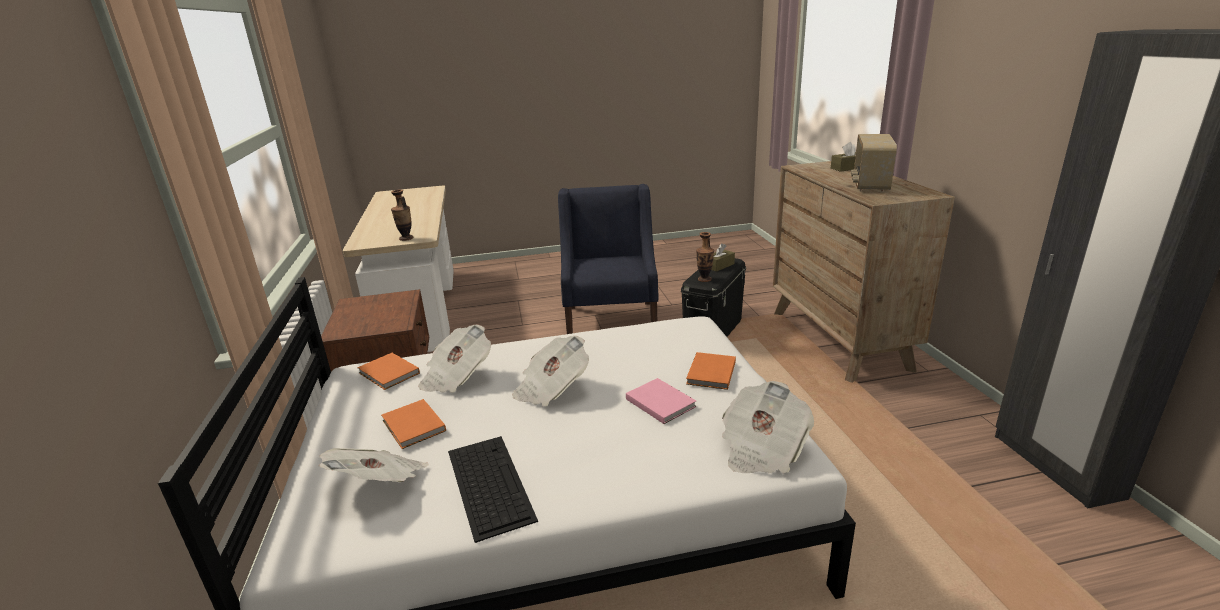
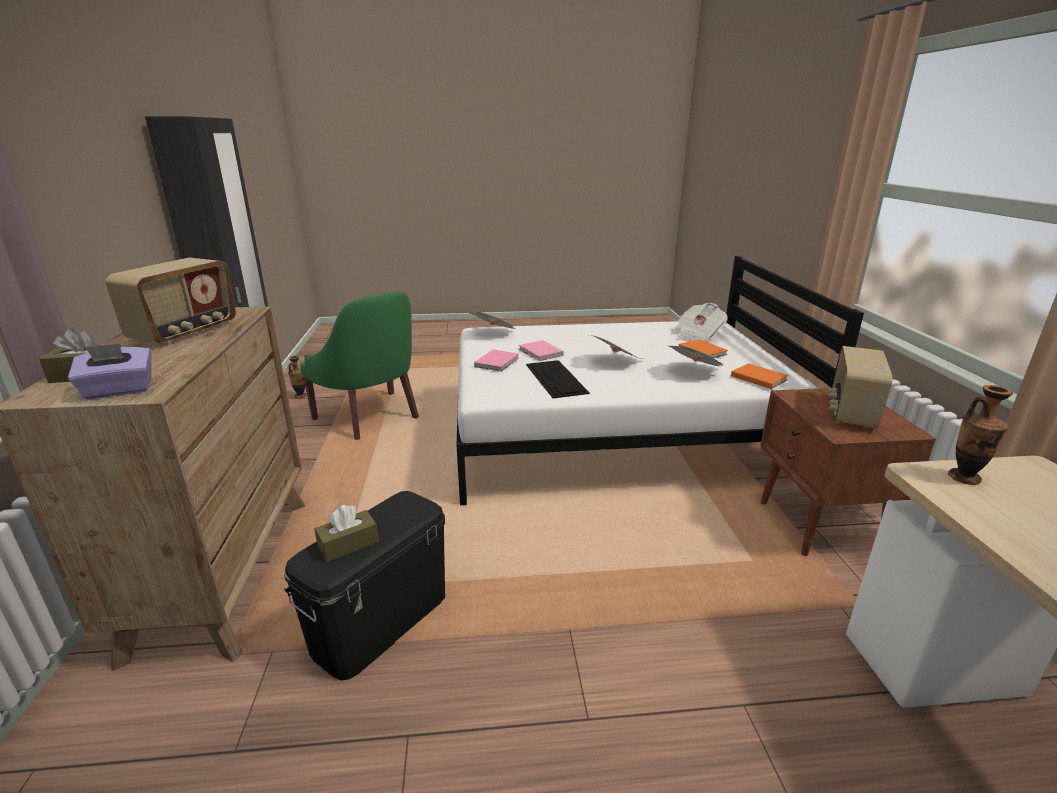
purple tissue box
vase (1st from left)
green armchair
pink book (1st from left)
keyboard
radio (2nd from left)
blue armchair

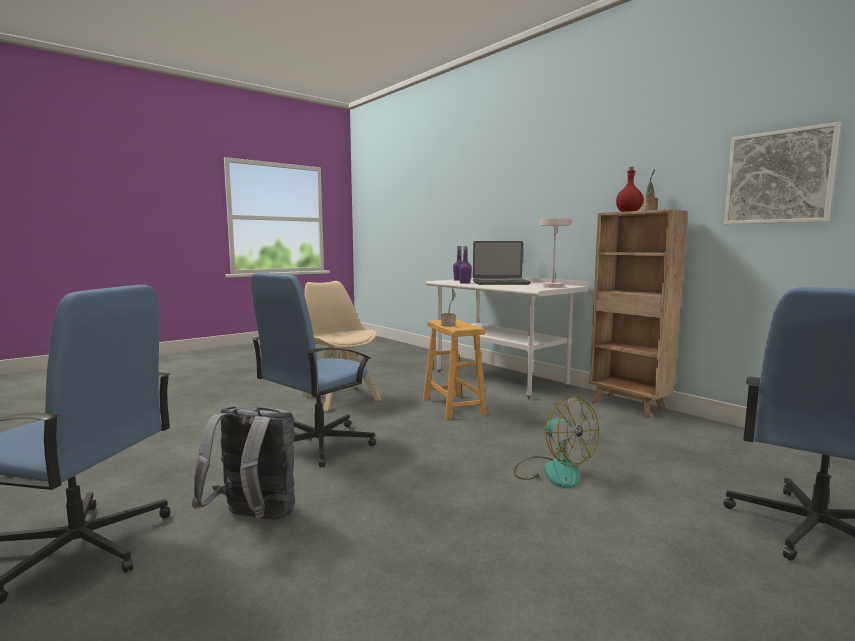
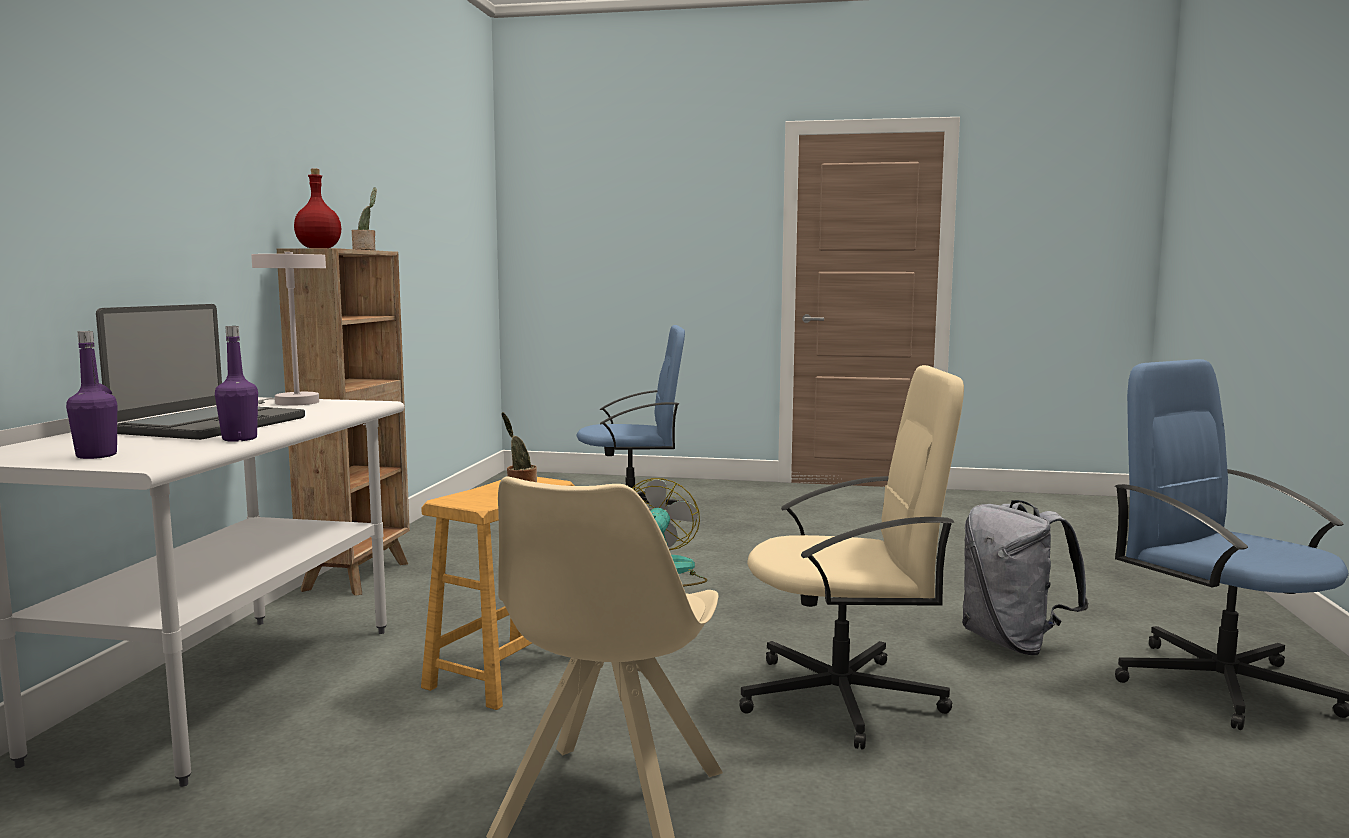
laptop
beige office chair
picture

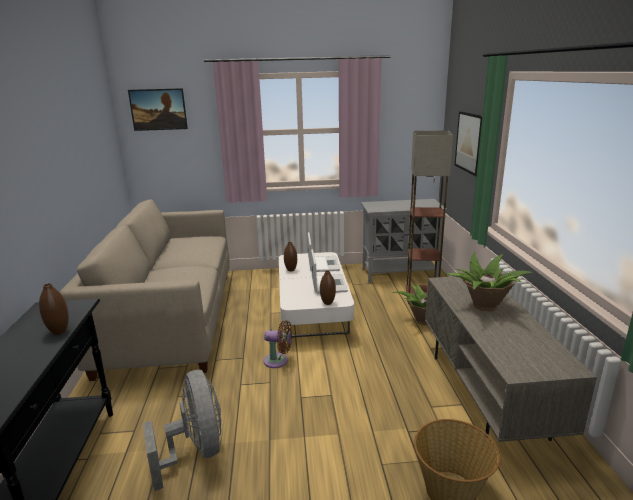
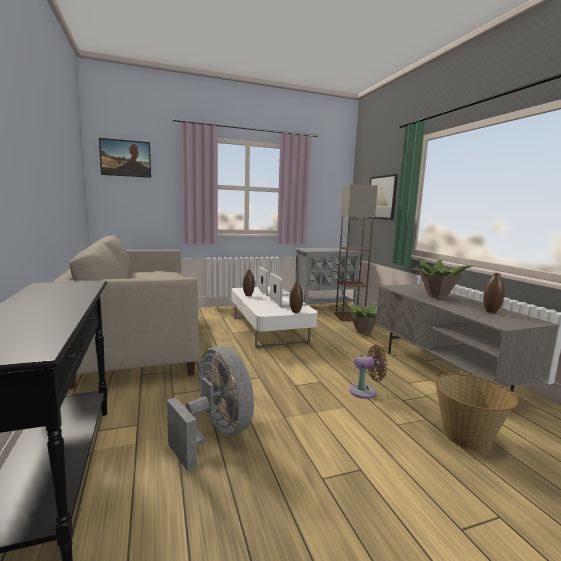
brown fan
brown vase (3rd from left)

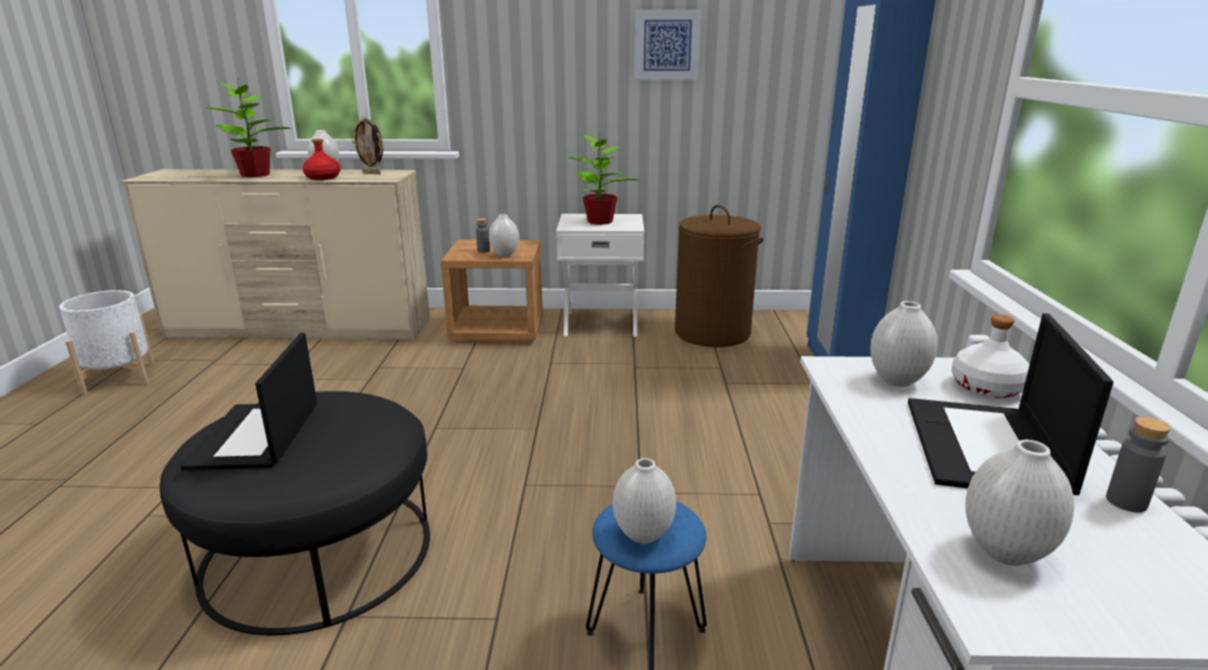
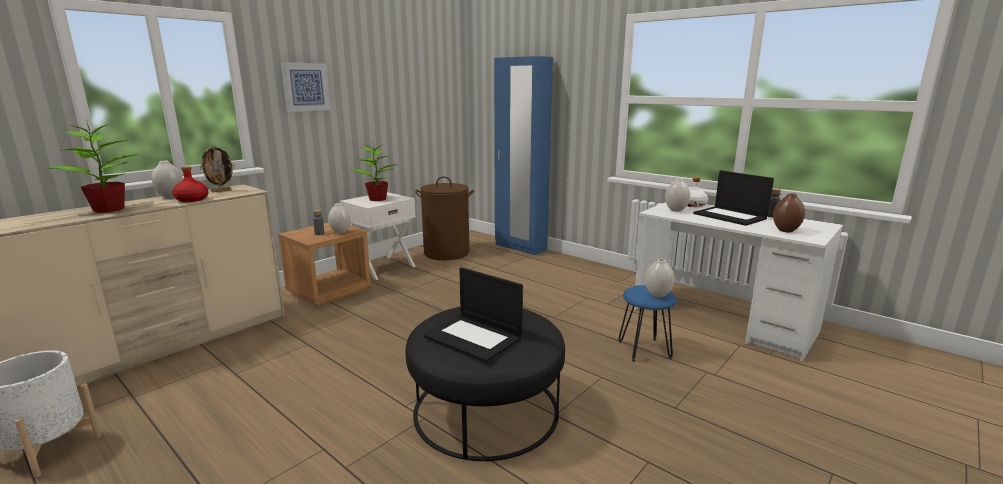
picture
brown vase

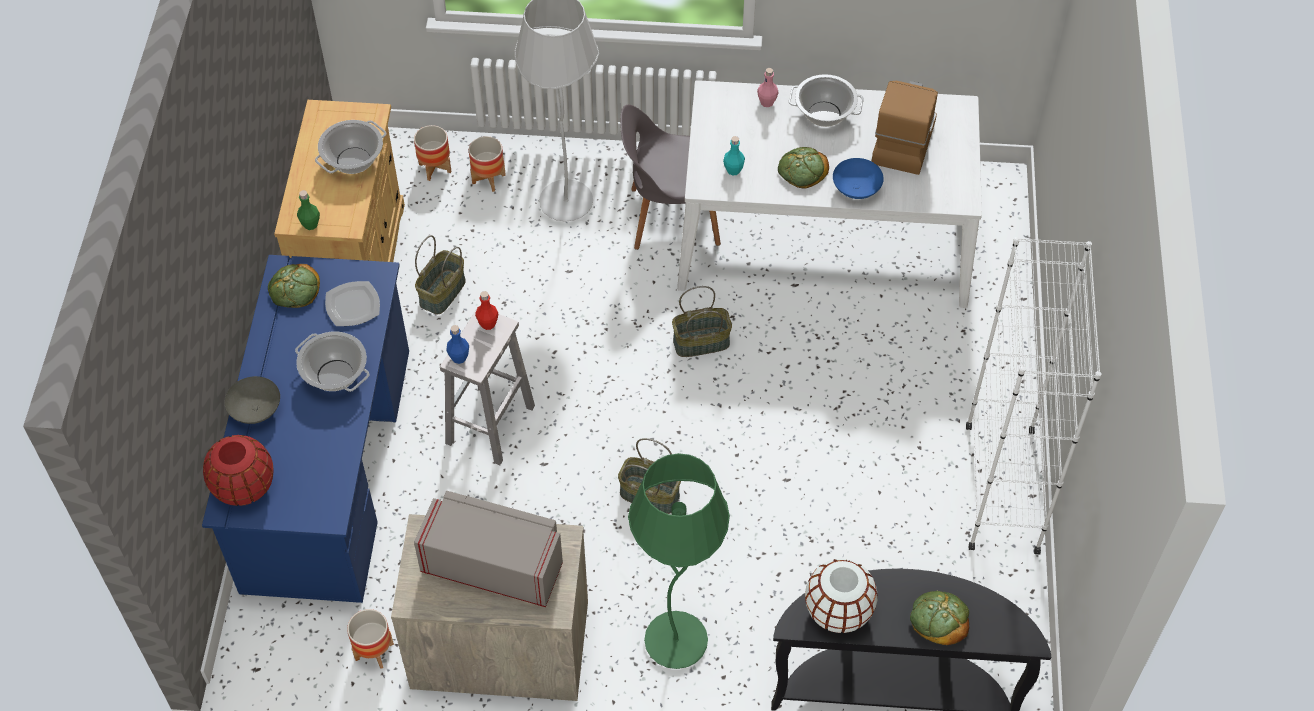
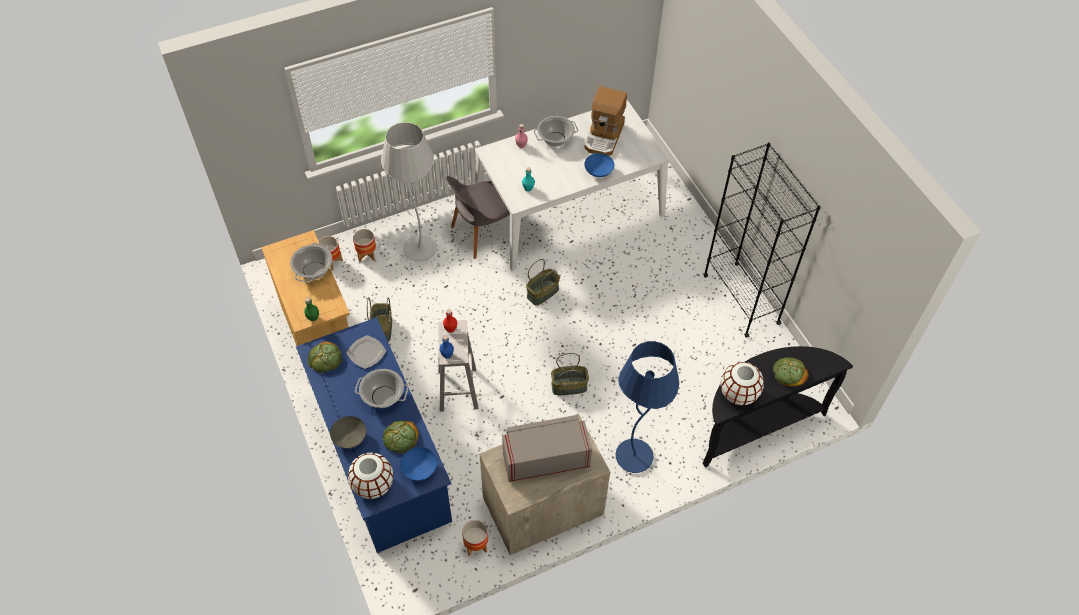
white vase (1st from left)
bread (2nd from left)
blue bowl (1st from left)
coffee machine
blue floor lamp
black bookcase

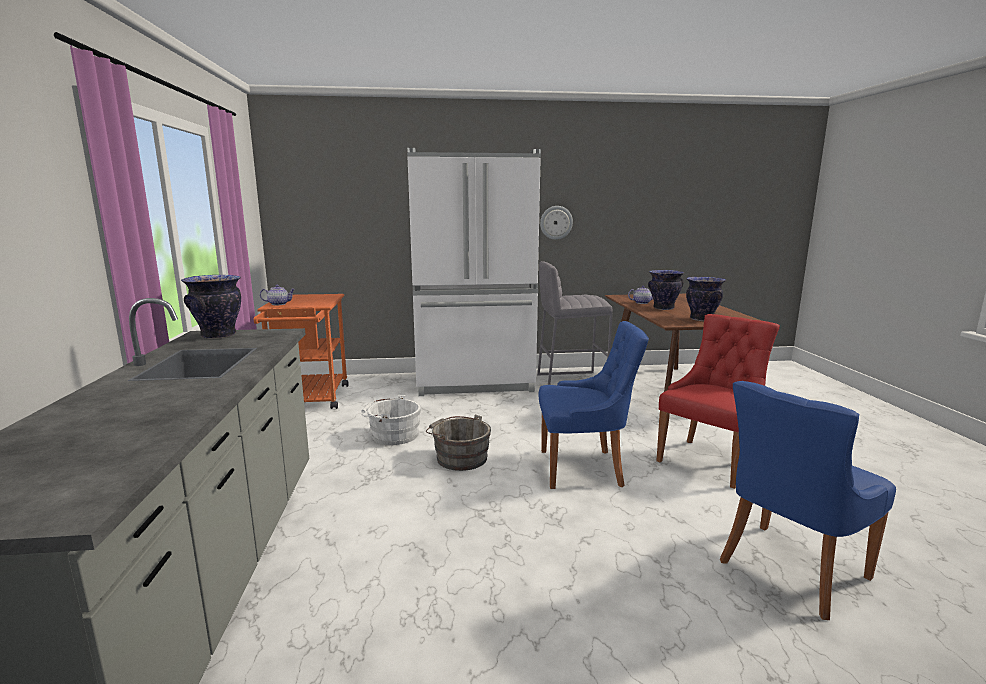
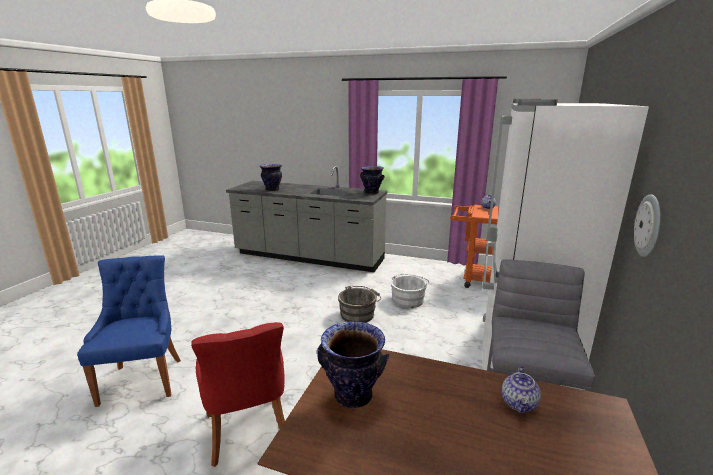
vase (1st from left)
blue chair (1st from left in the first image)

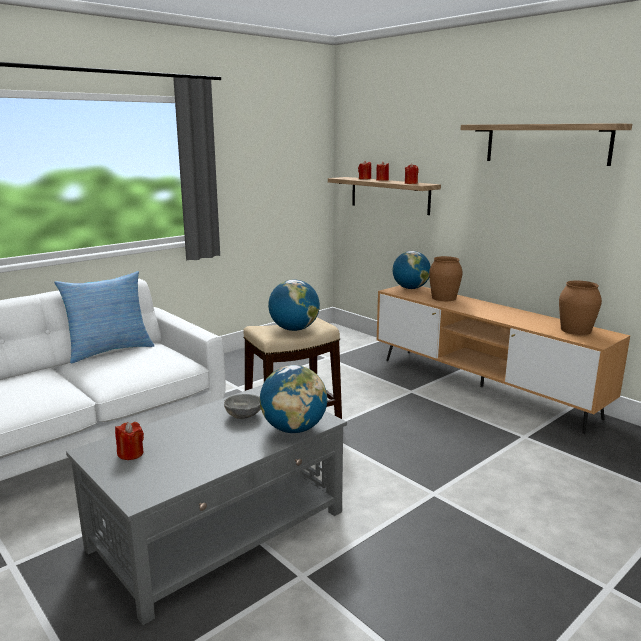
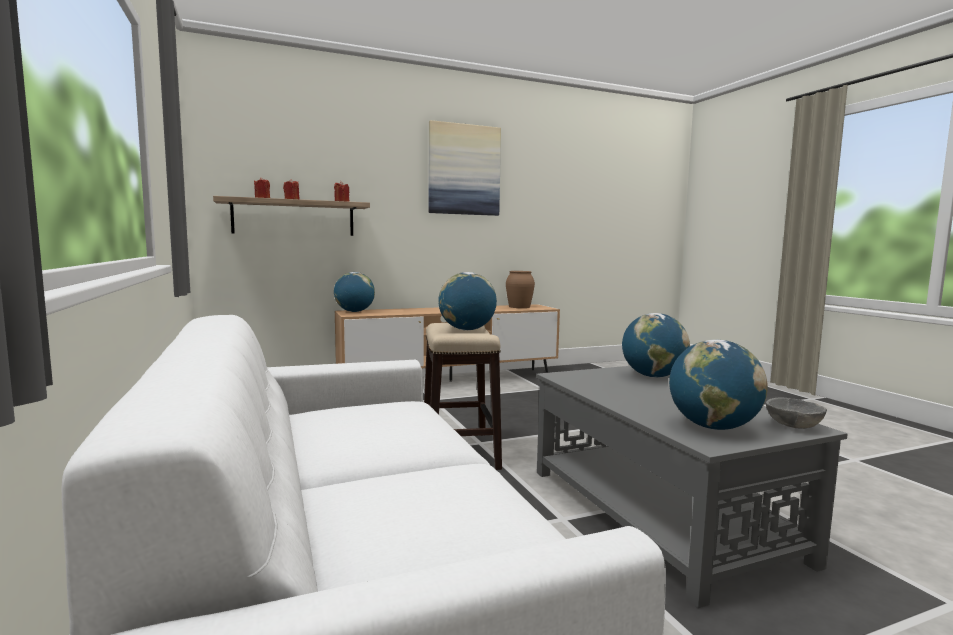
picture
globe (4th from left)
grey bowl
pillow
brown vase (1st from left in the first image)

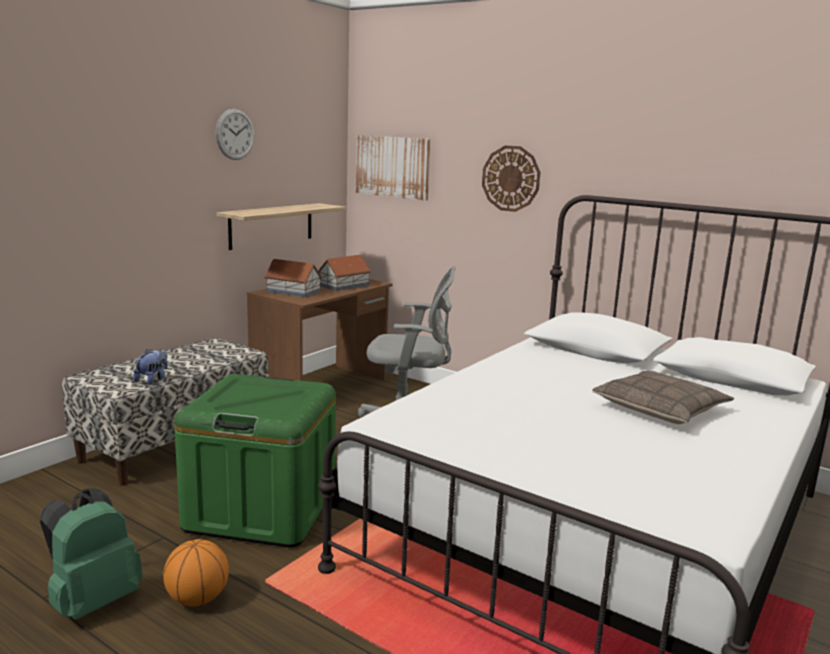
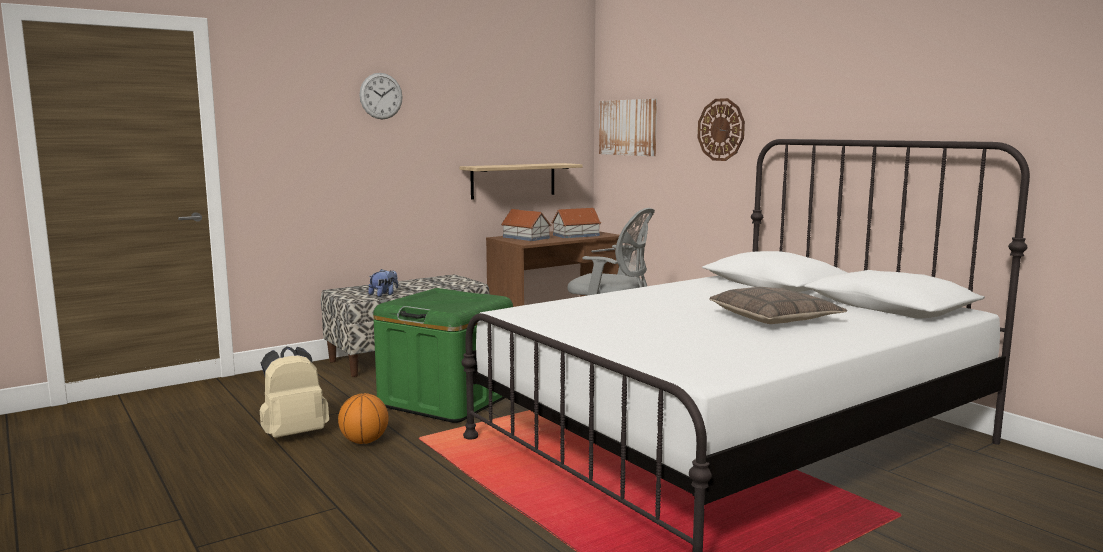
beige backpack
wall clock (1st from left)

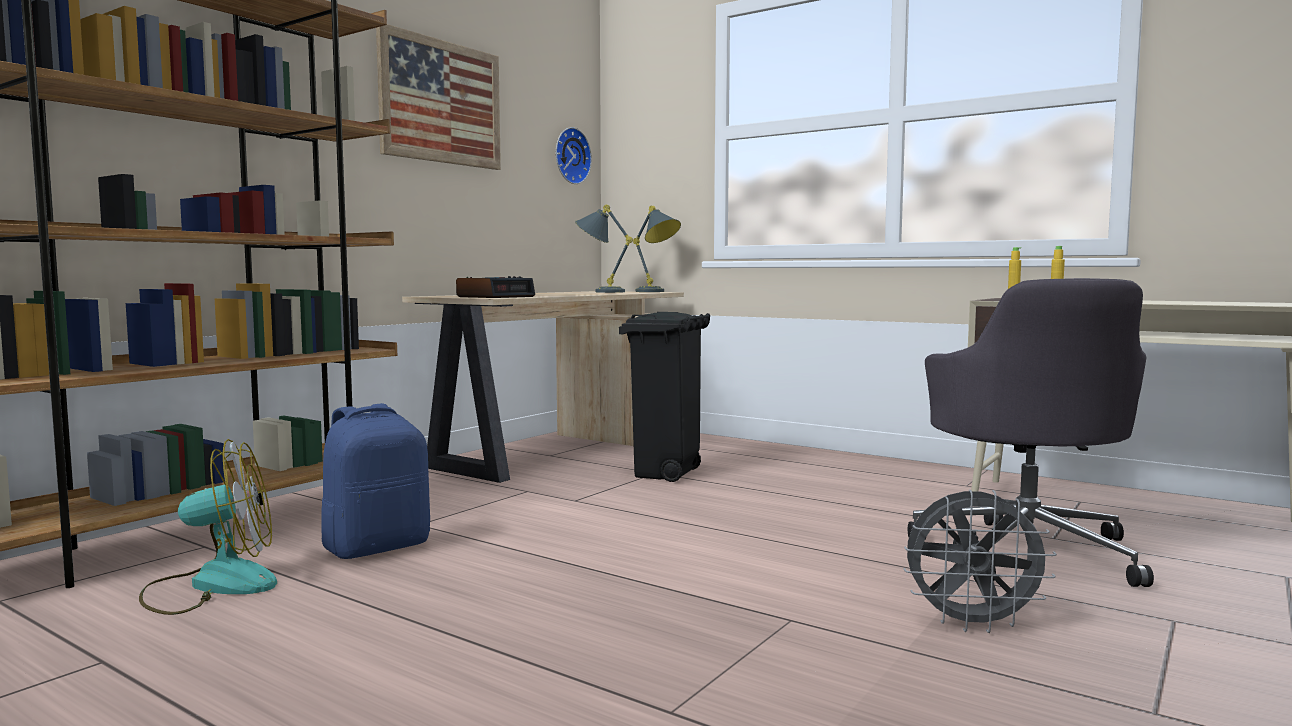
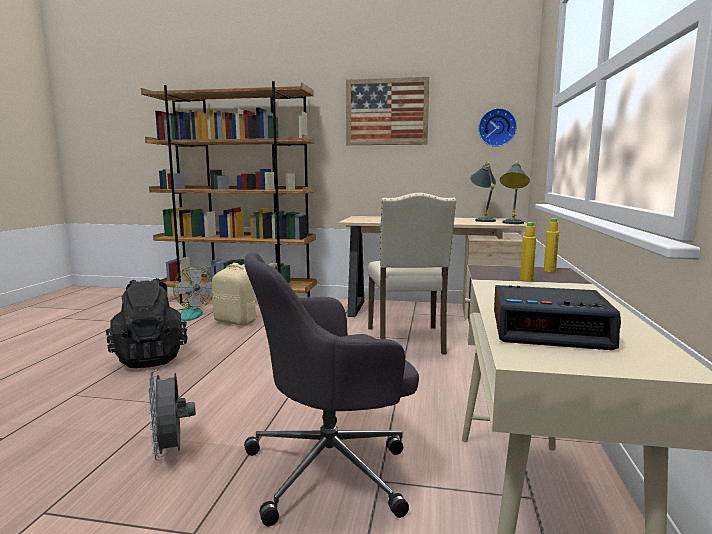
black backpack
beige backpack
beige chair
alarm clock

